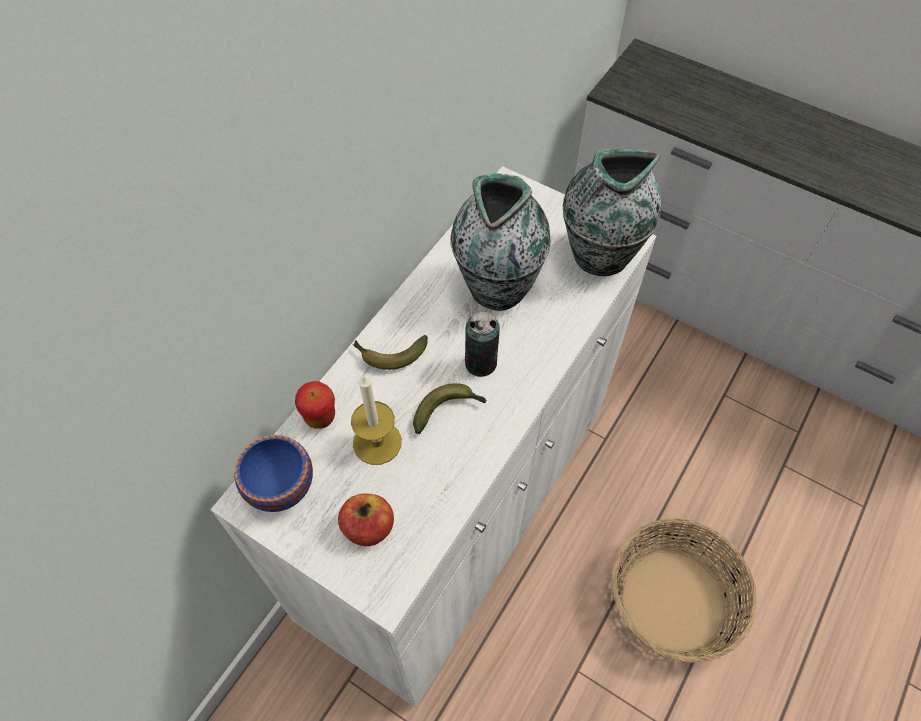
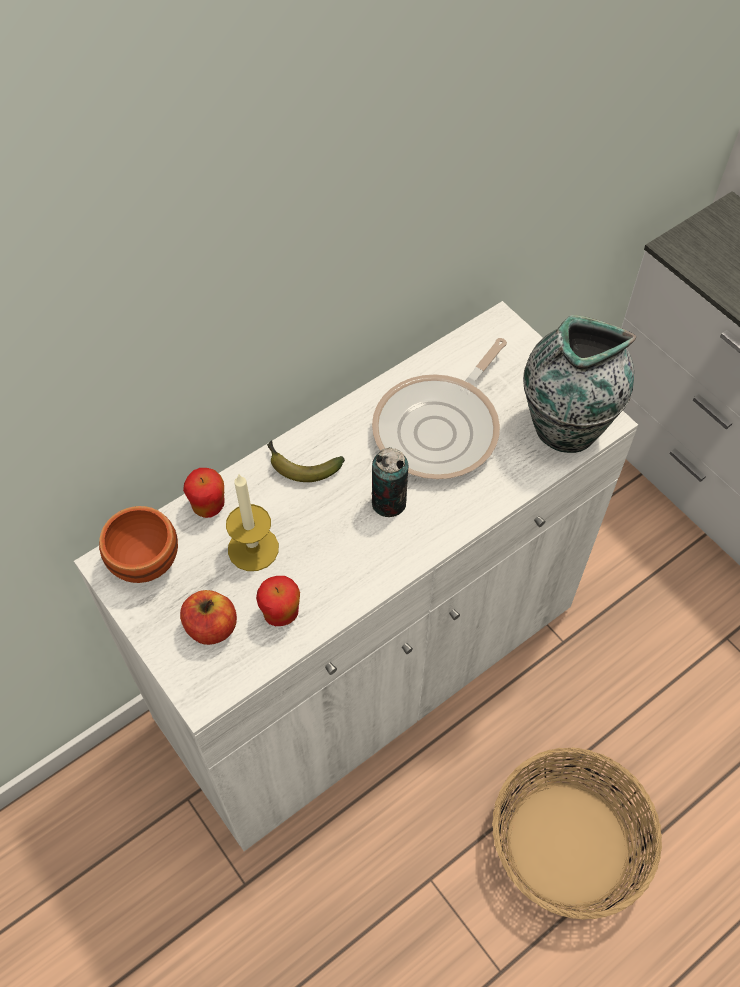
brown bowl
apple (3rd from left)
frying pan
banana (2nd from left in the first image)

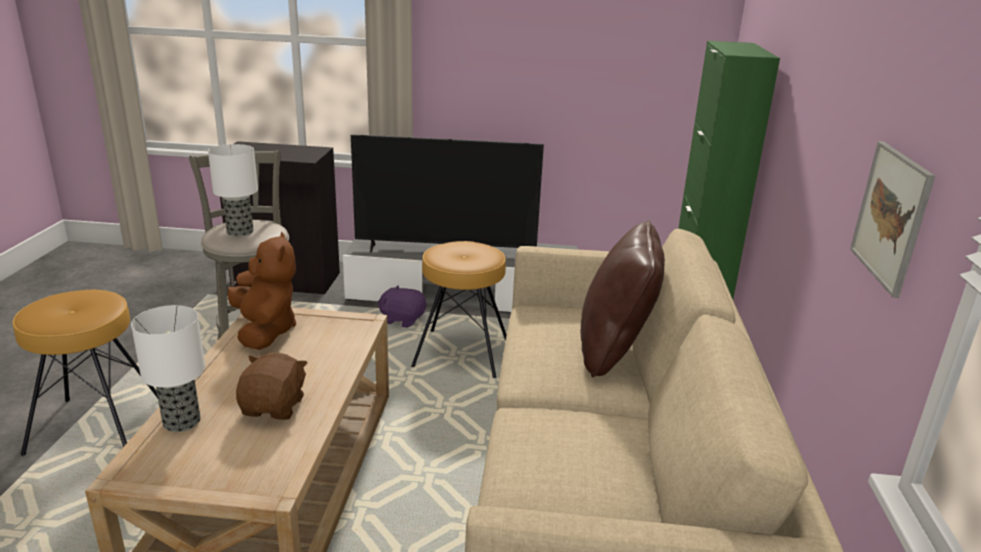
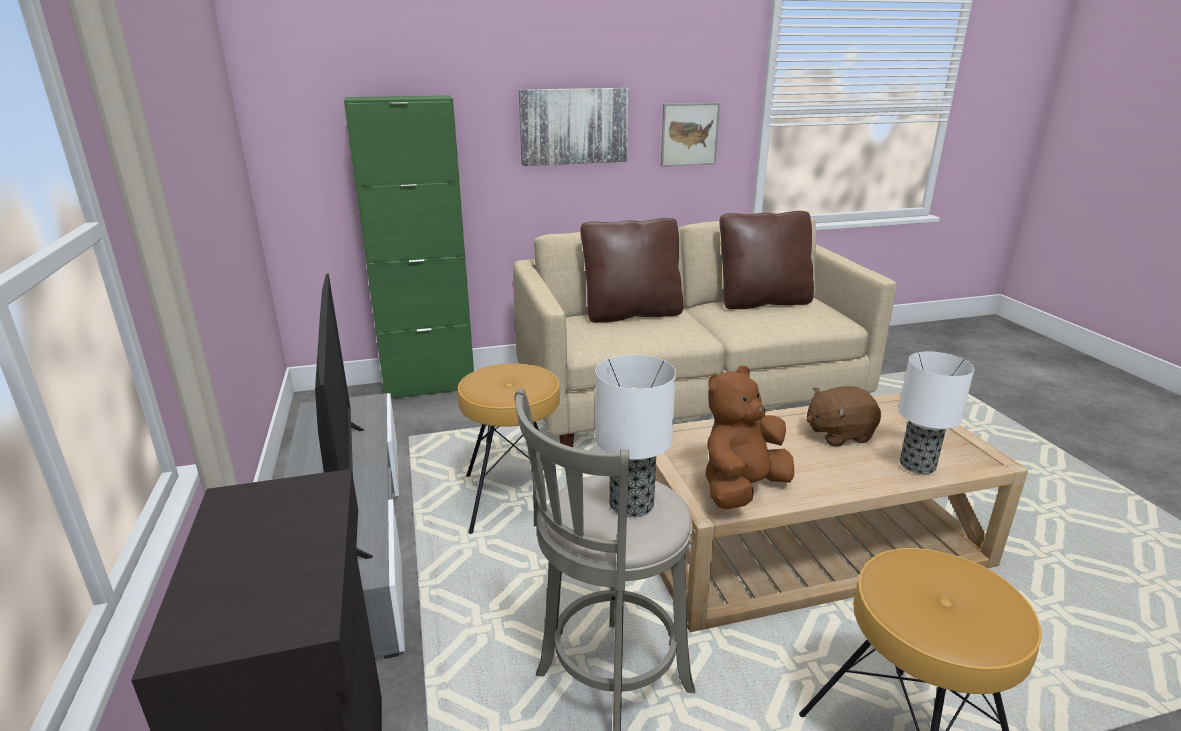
picture (1st from left)
brown pillow (2nd from left)
purple plush toy

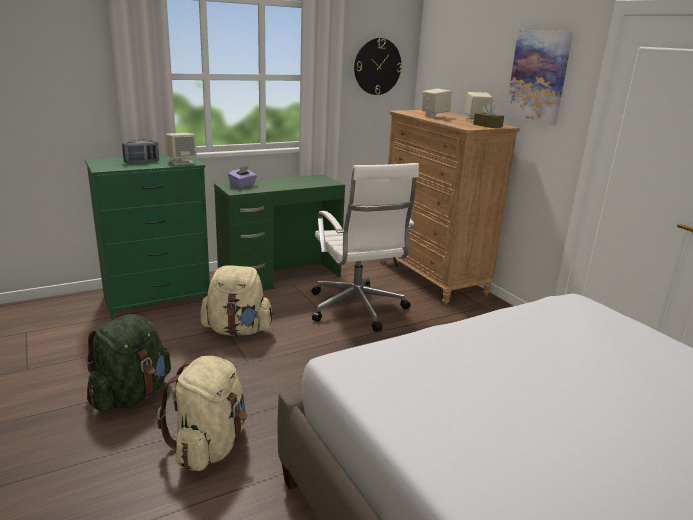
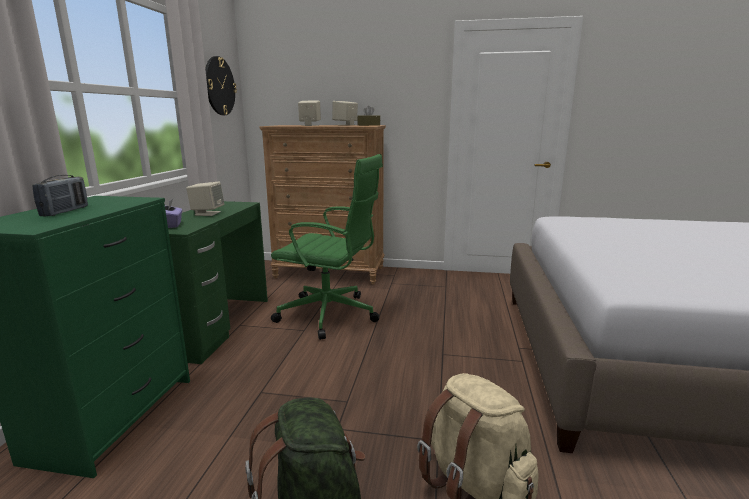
beige speaker (1st from left)
green office chair
beige backpack (2nd from left in the first image)
picture

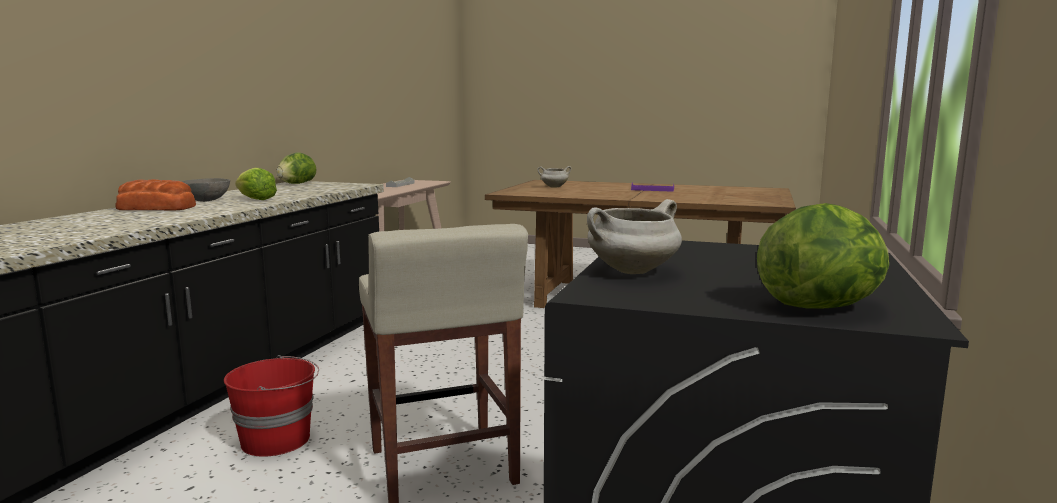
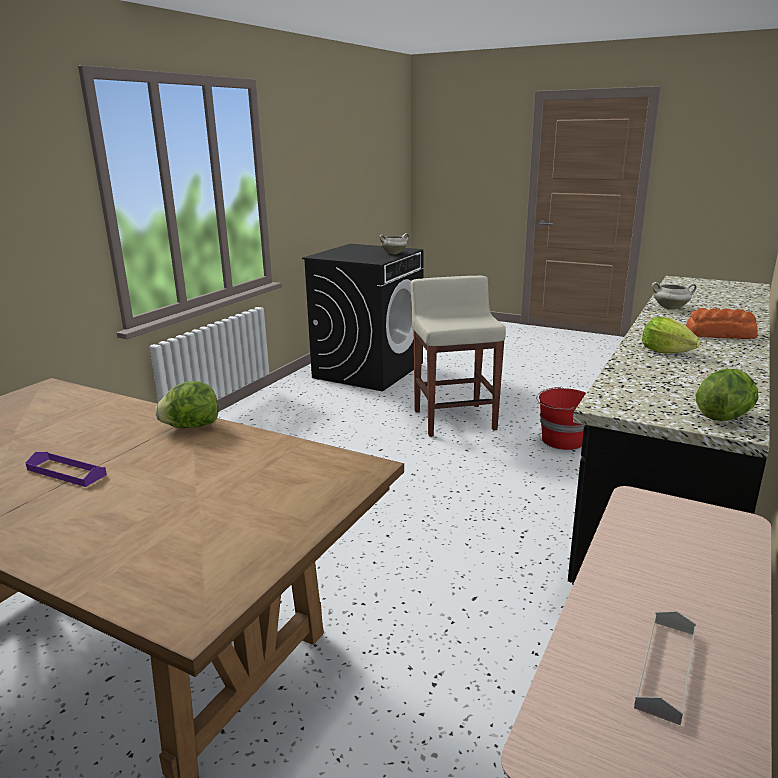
lettuce (1st from left)
white cooking pot (2nd from left)
grey bowl

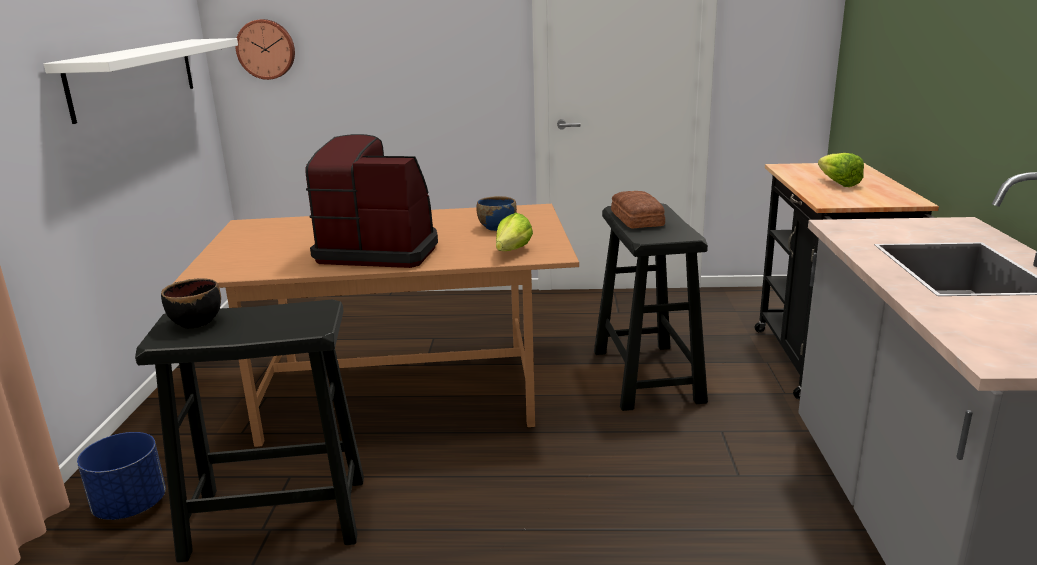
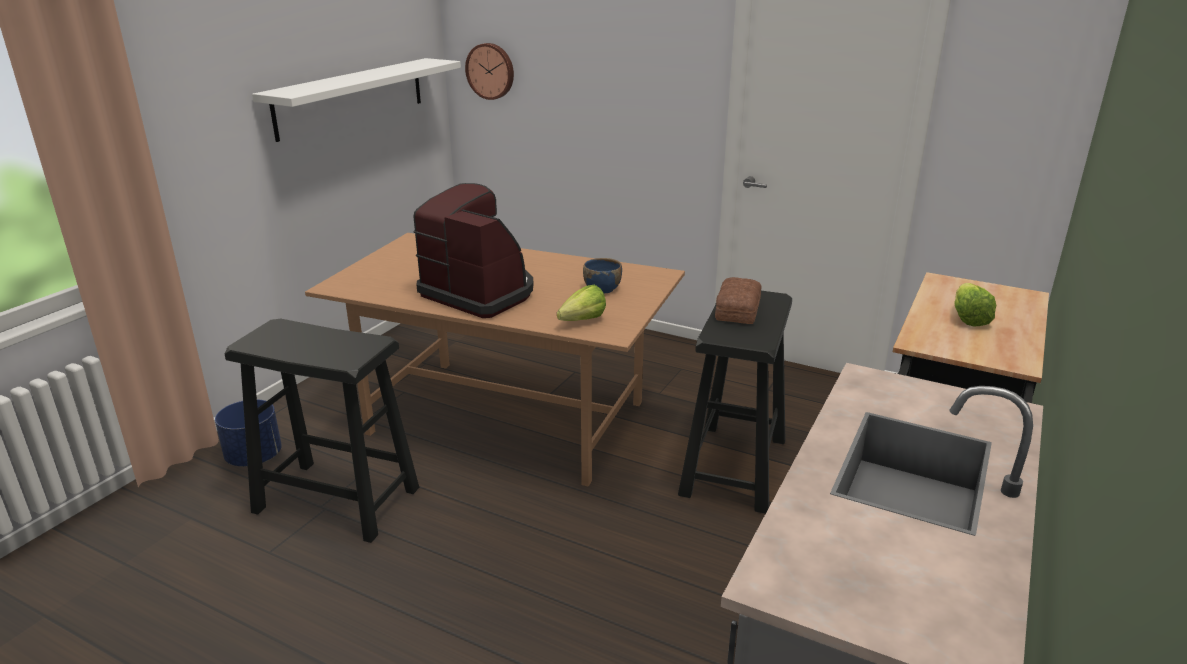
black bowl

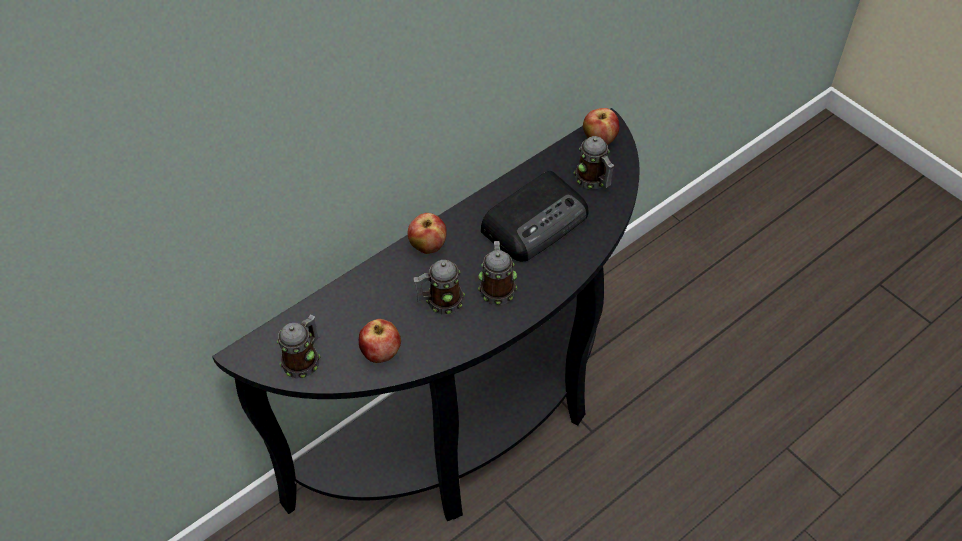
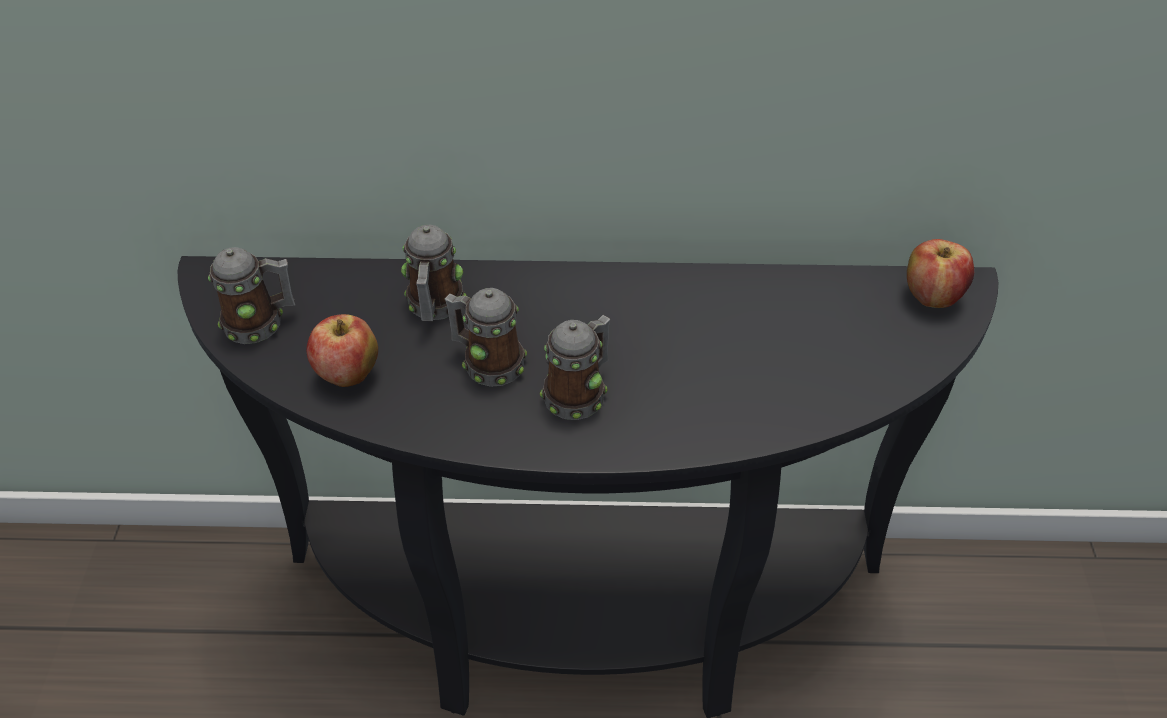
mug (2nd from left)
apple (2nd from left in the first image)
radio

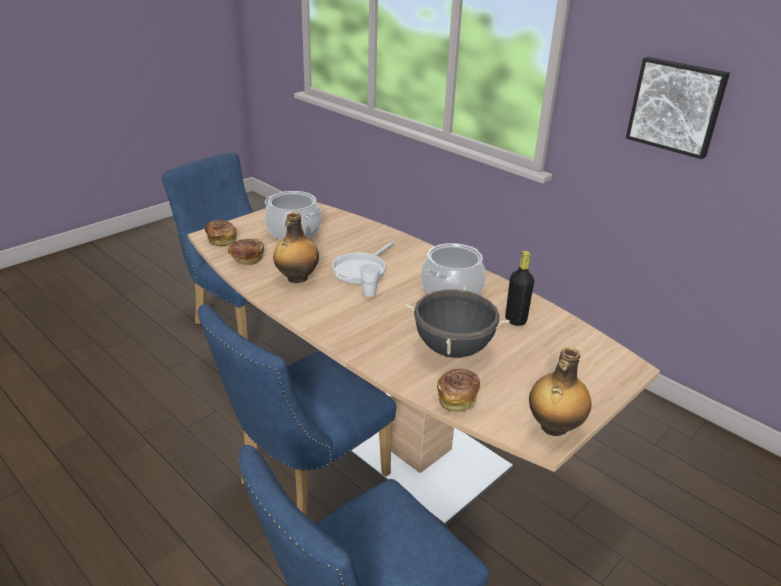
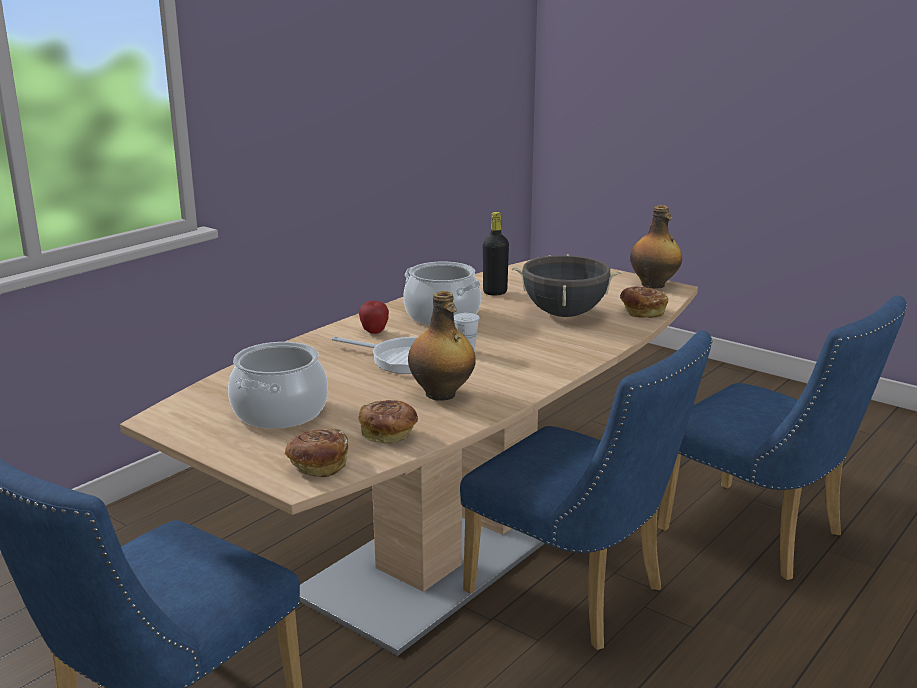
apple
picture

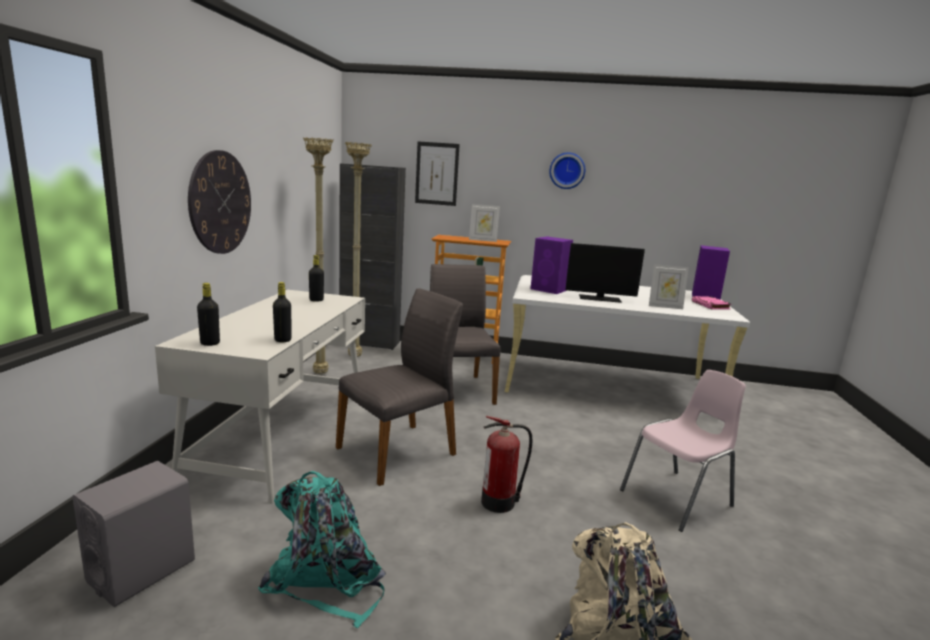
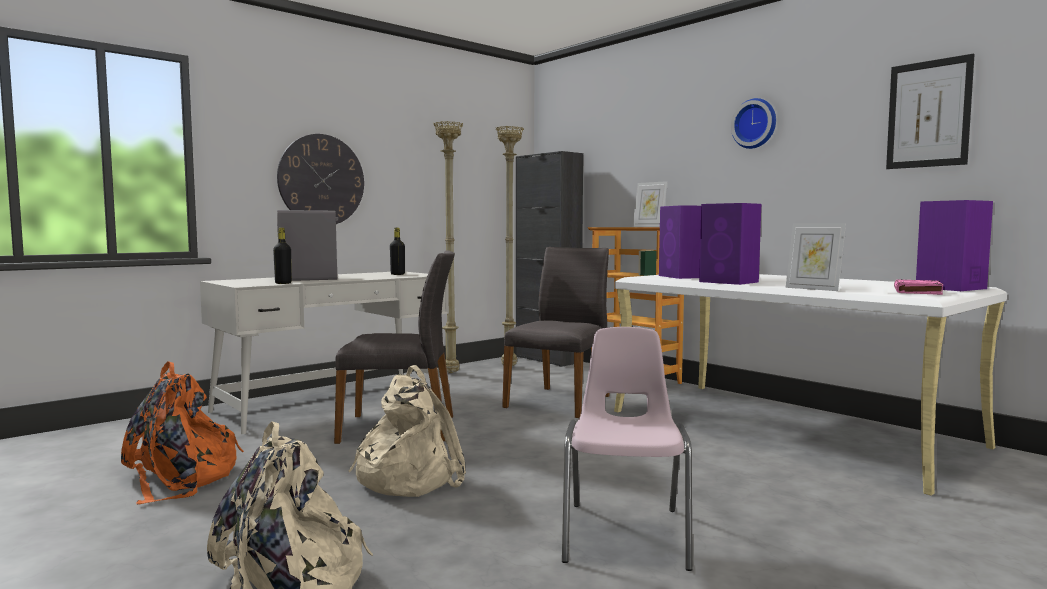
orange backpack
grey speaker
beige backpack (2nd from left)
pink chair
purple speaker (2nd from left)
picture
black bottle (1st from left in the first image)

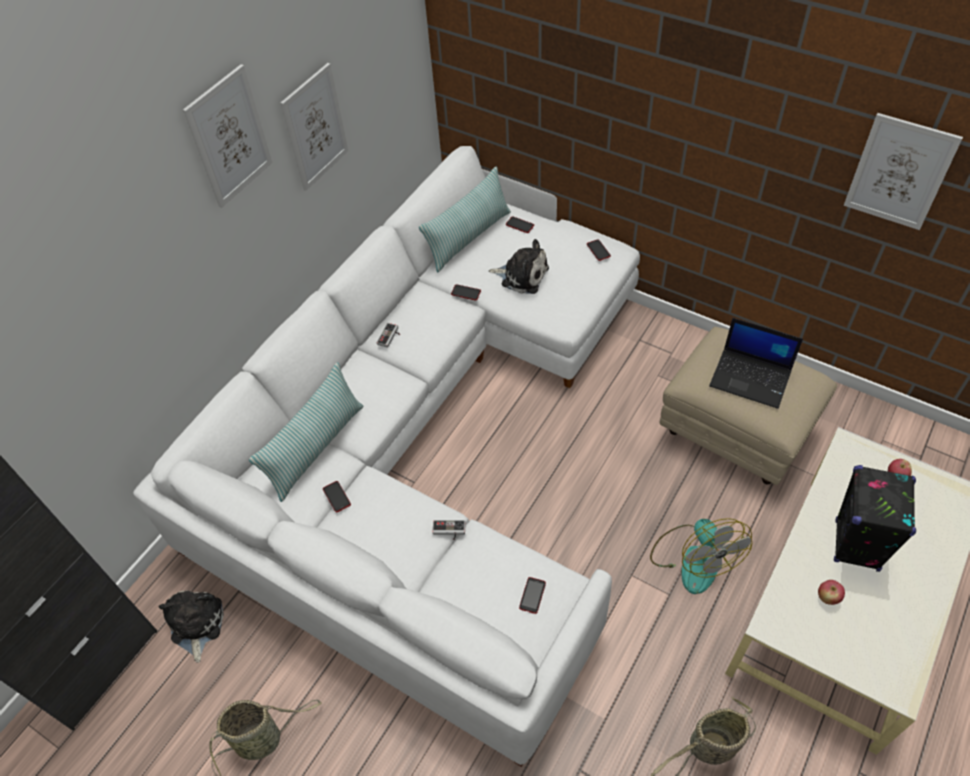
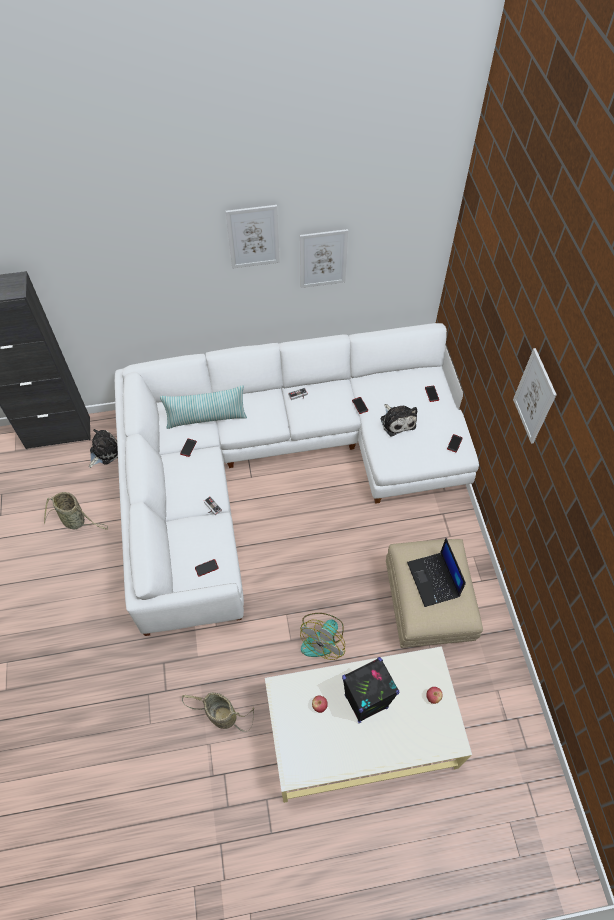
picture (3rd from left)
pillow (2nd from left in the first image)

